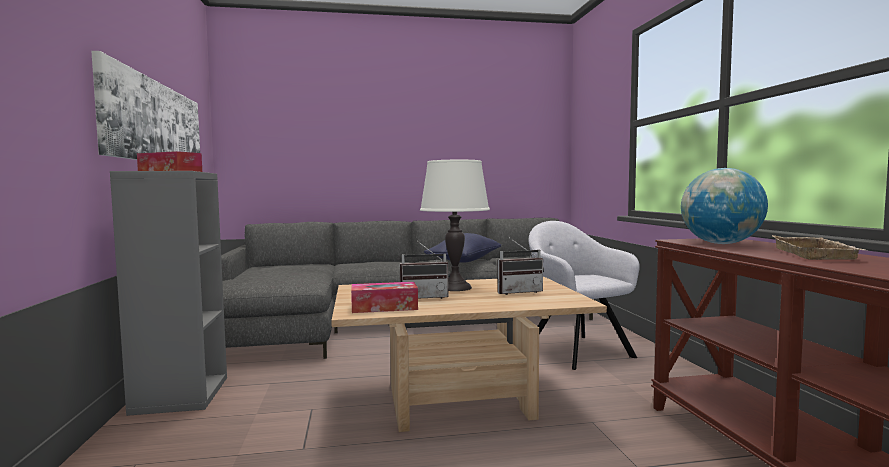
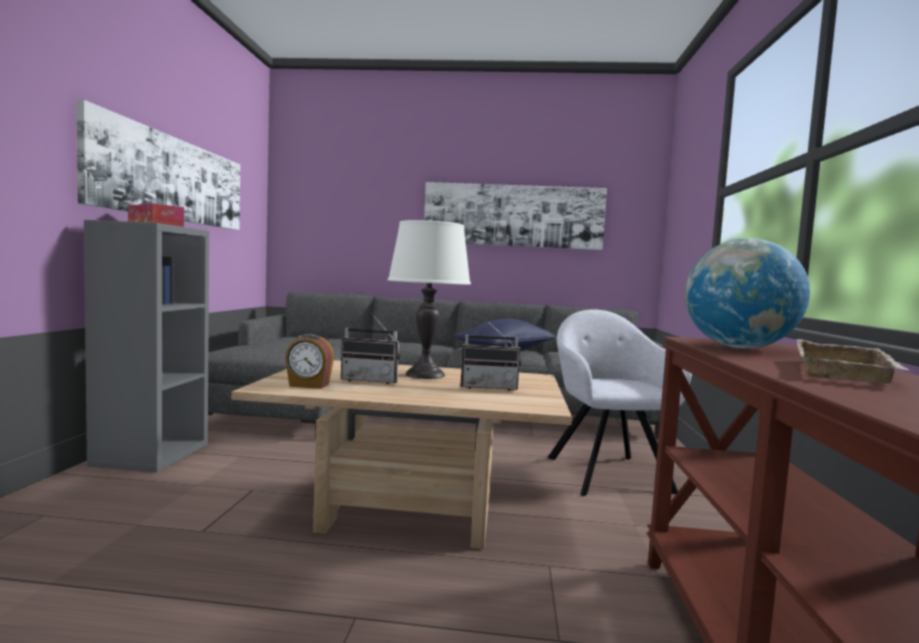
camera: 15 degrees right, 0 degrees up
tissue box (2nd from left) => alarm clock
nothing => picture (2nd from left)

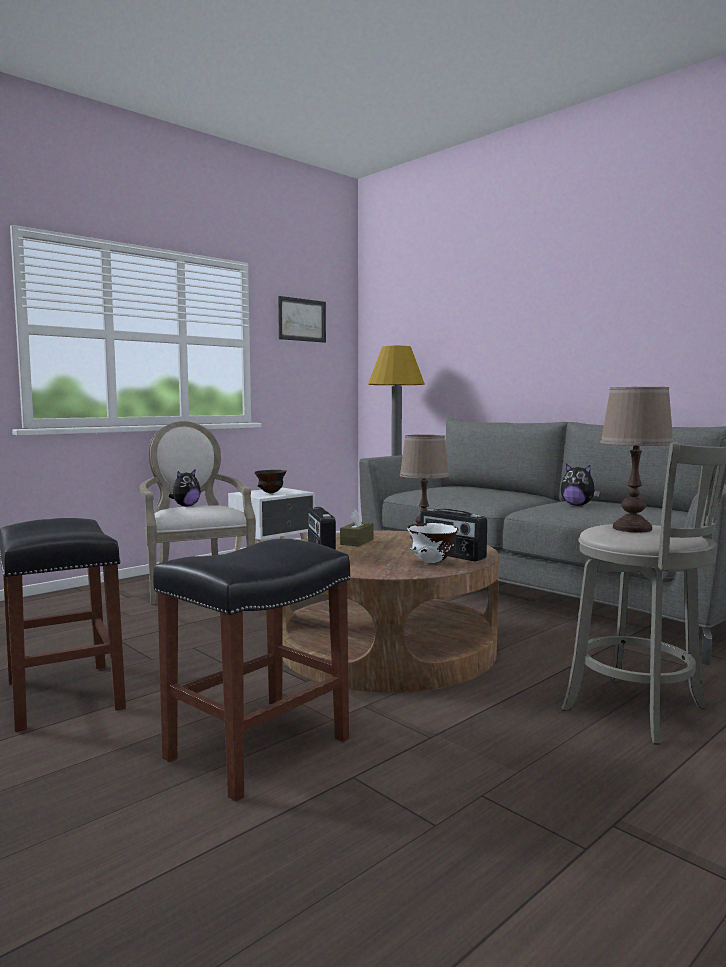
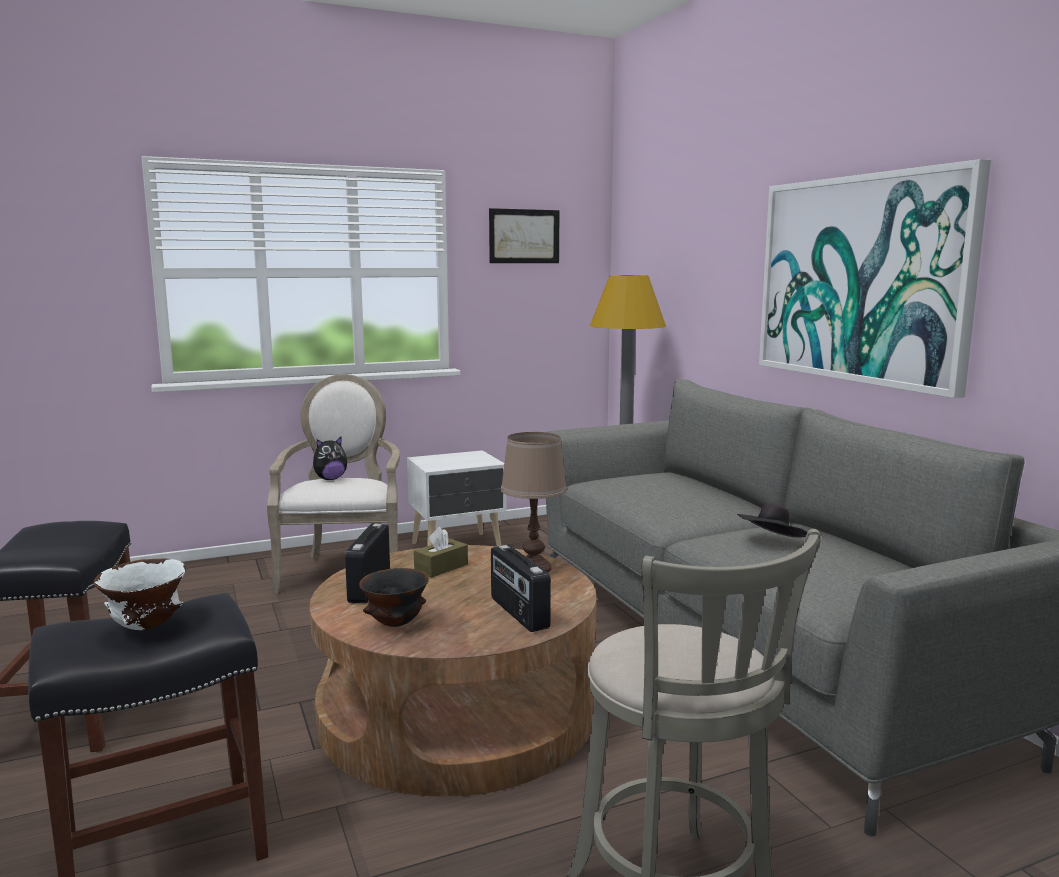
camera: 20 degrees right, 5 degrees up
black bowl, move
white bowl, move
plush toy (2nd from left) => black hat
brown table lamp (2nd from left) => nothing
nothing => picture (2nd from left)

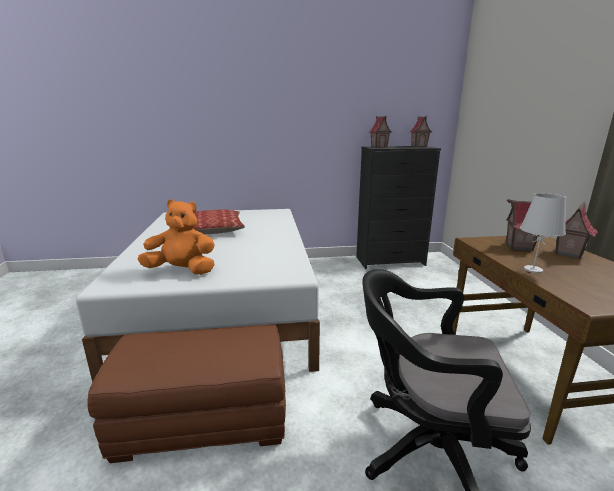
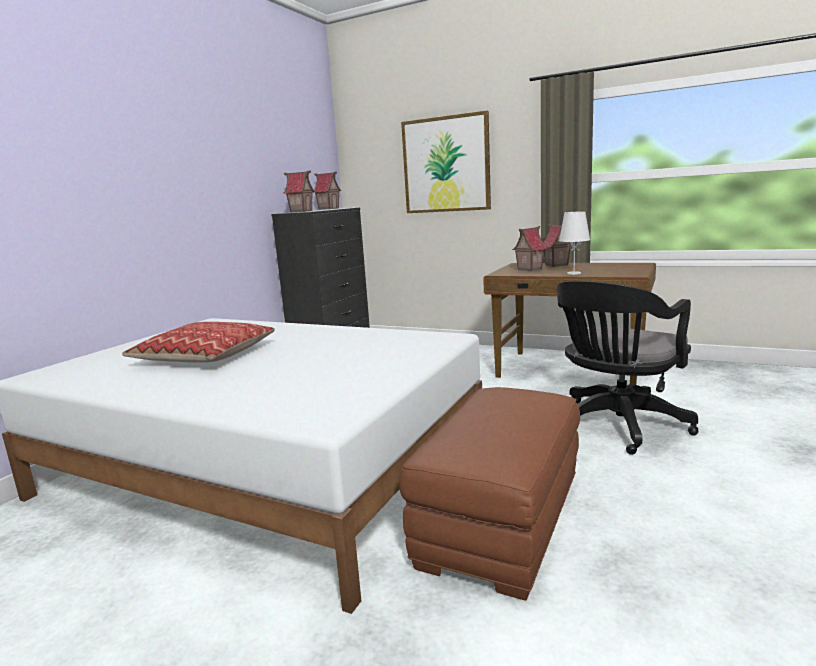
camera: 55 degrees left, 5 degrees down
orange plush toy => nothing
nothing => picture

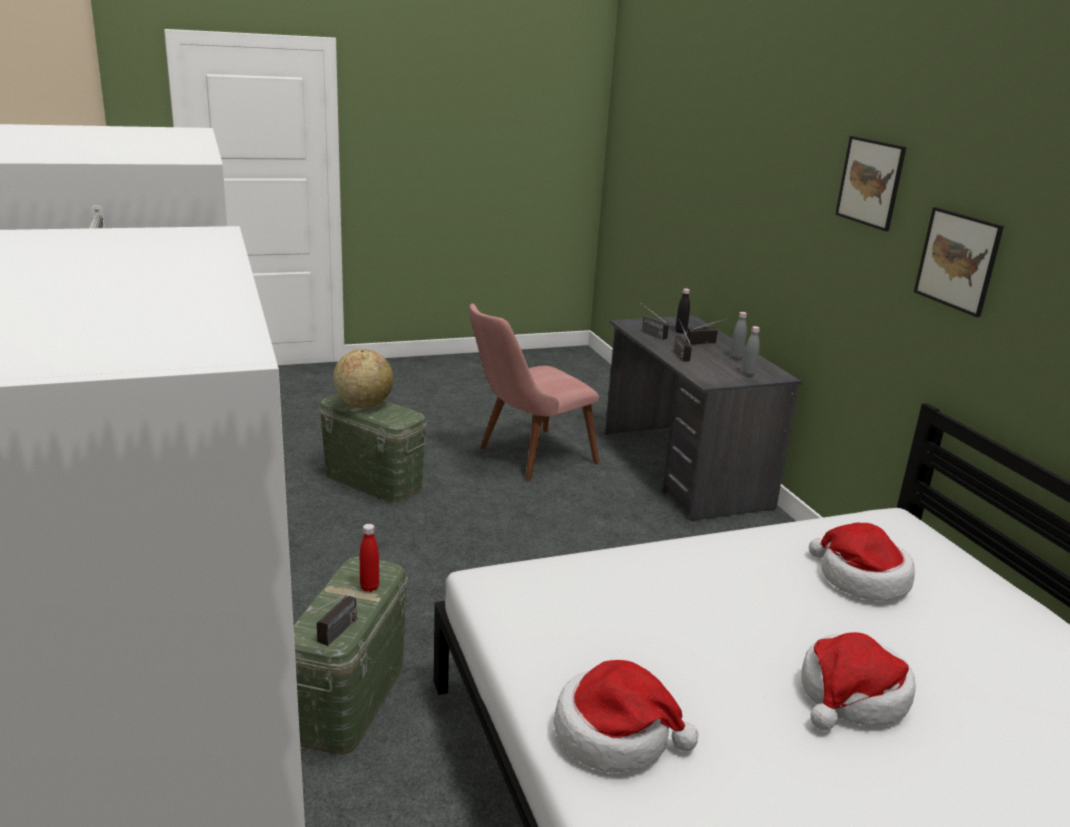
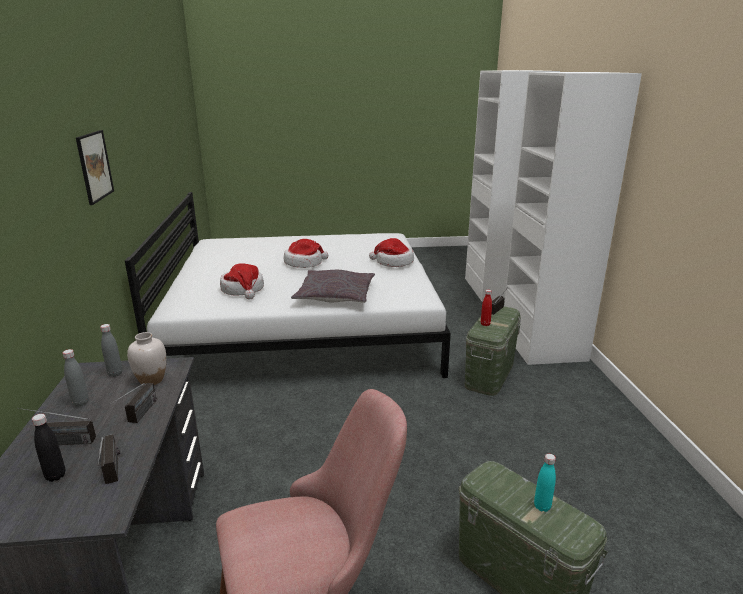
camera: 165 degrees left, 0 degrees up
globe => turquoise bottle
picture (1st from left) => nothing
nothing => white vase
nothing => grey pillow

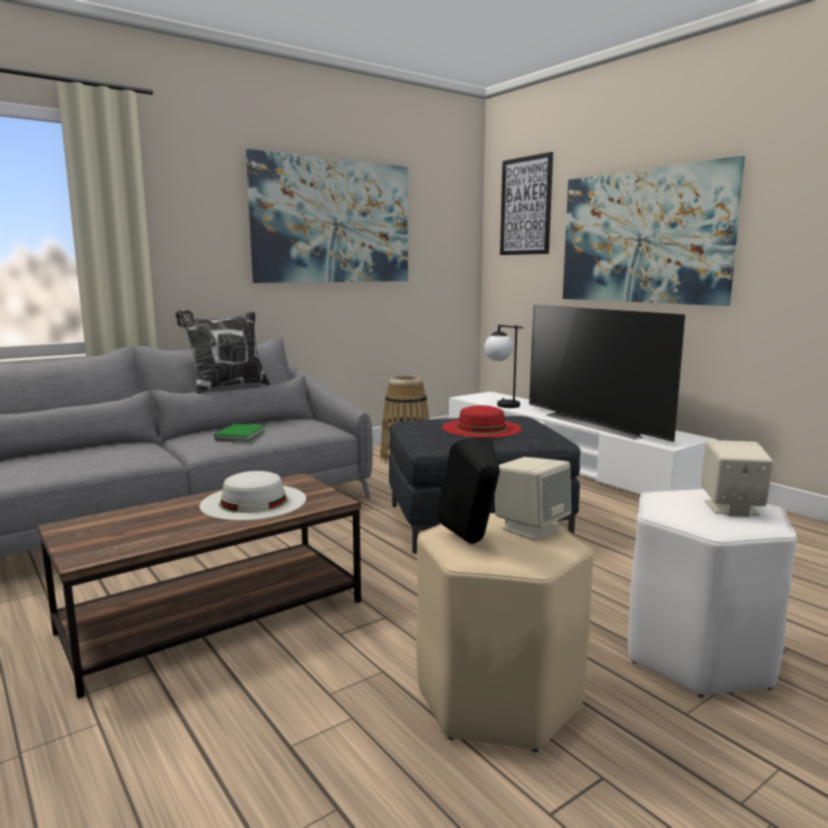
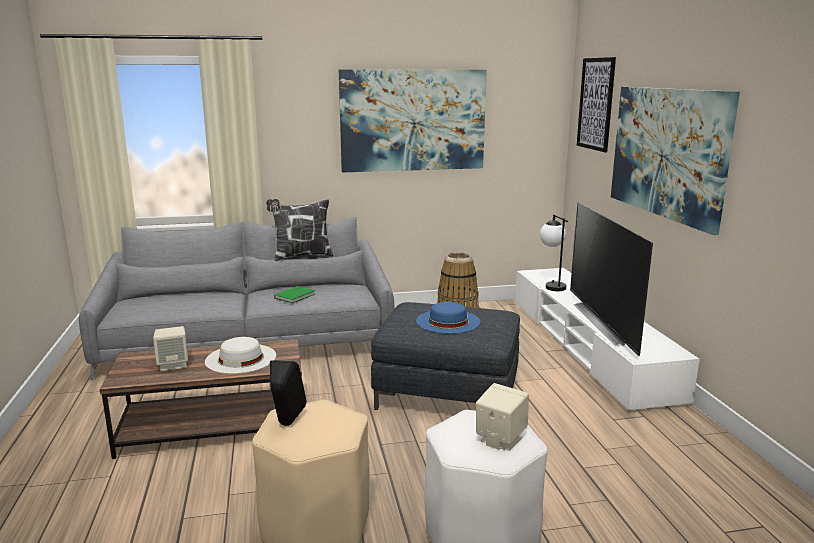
camera: 25 degrees right, 5 degrees up
red hat => blue hat
beige speaker (1st from left), move

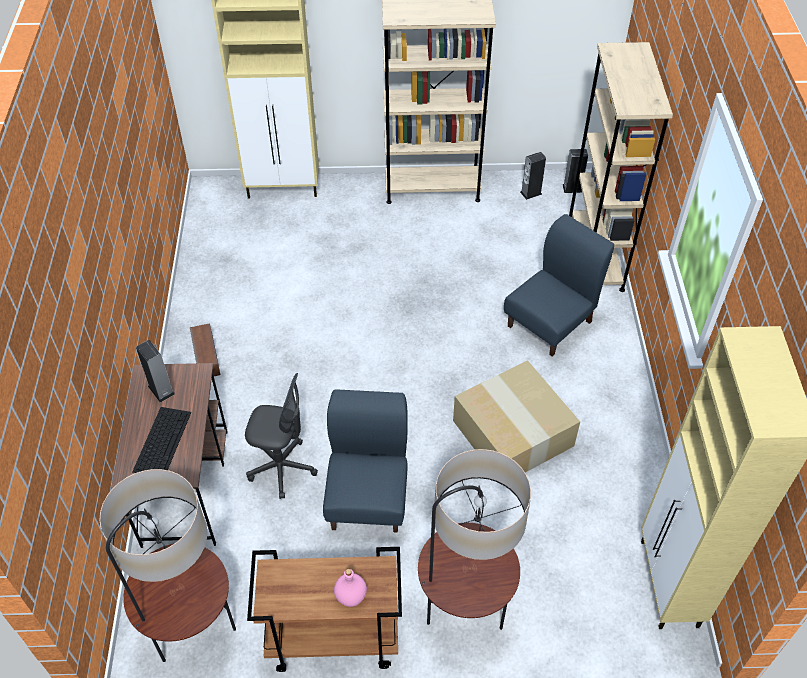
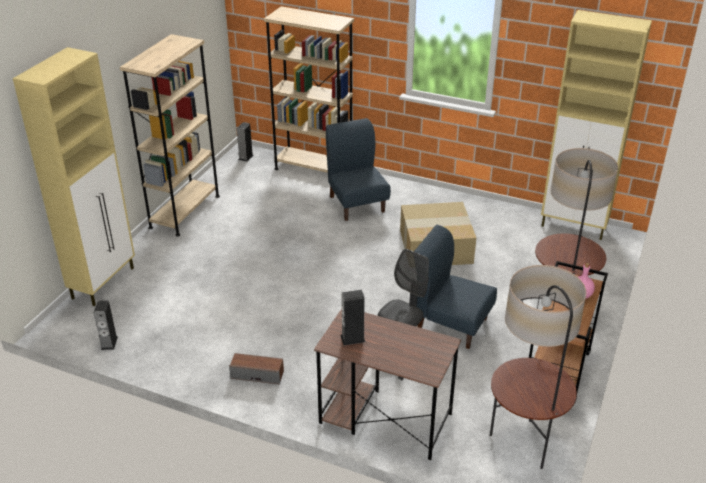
camera: 65 degrees left, 15 degrees down
keyboard => nothing
speaker (3rd from left in the first image) => speaker (1st from left), move

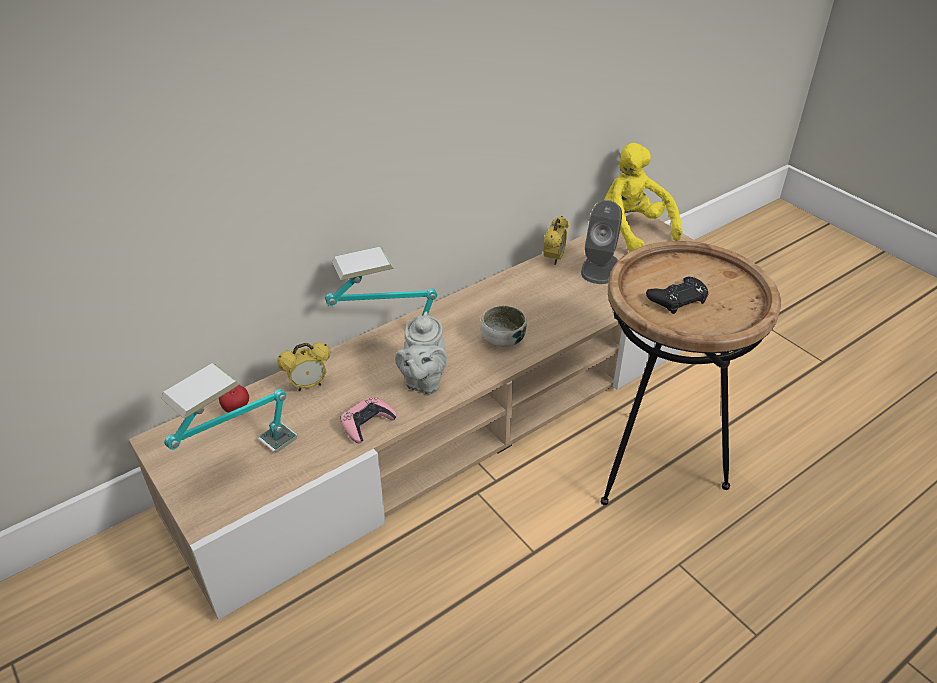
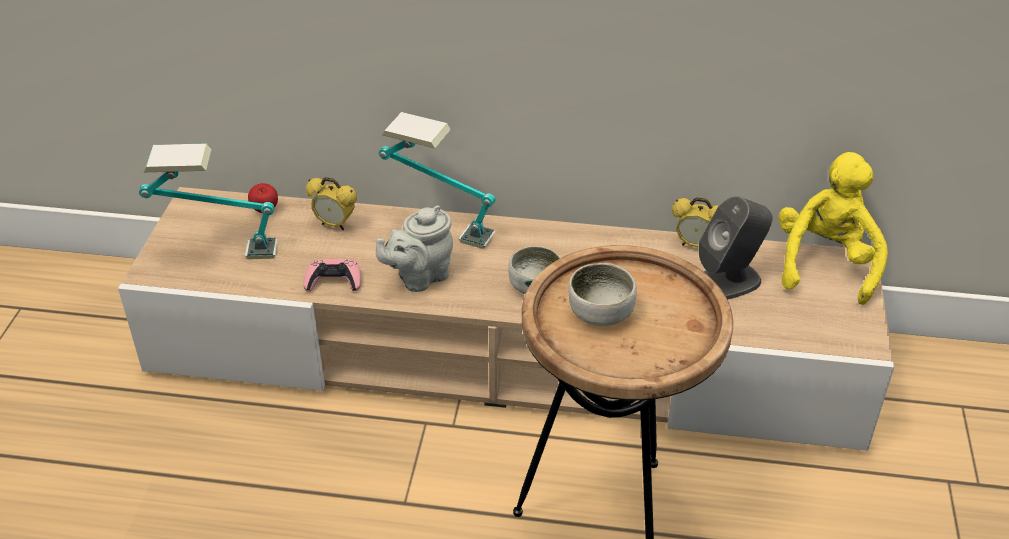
camera: 45 degrees right, 0 degrees up
alarm clock (2nd from left), 45 degrees clockwise
black game controller => bowl (2nd from left)

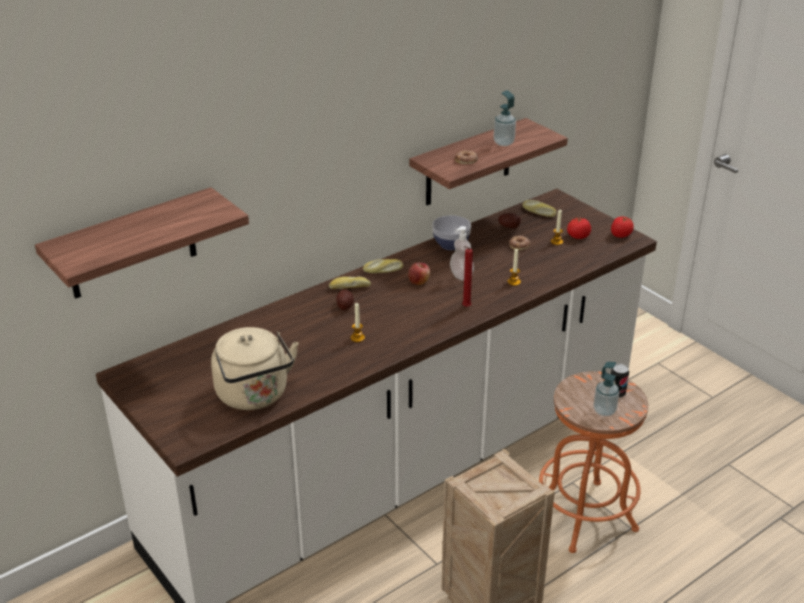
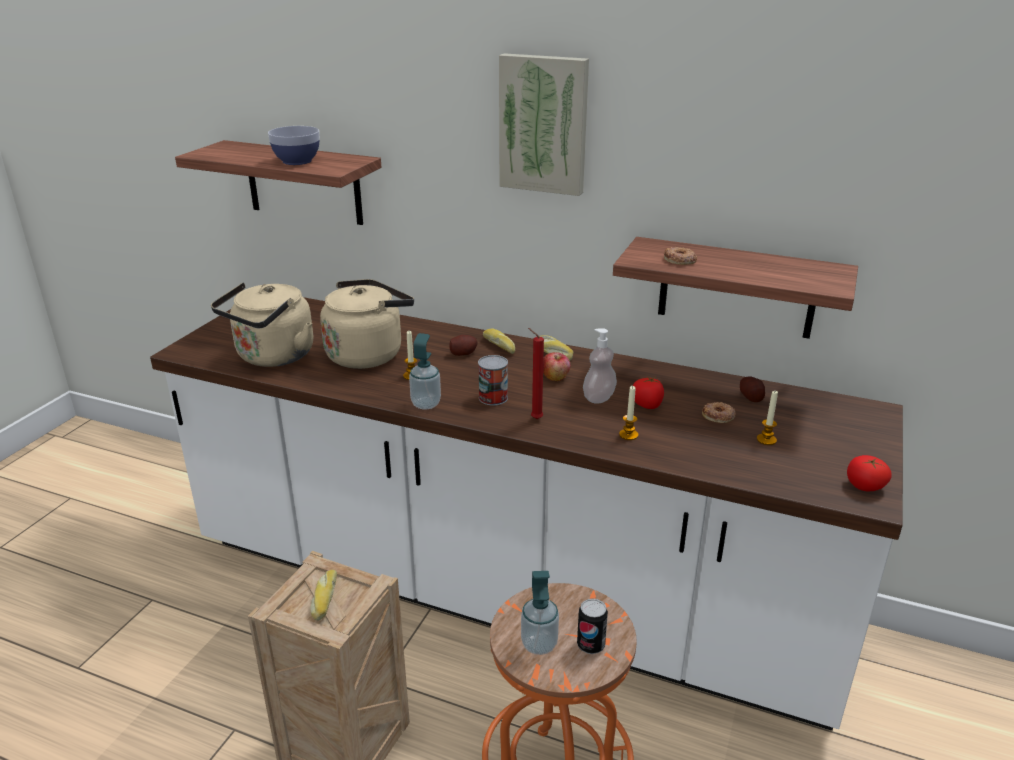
camera: 60 degrees right, 5 degrees down
bowl, move
soap dispenser (2nd from left in the first image) => soap dispenser (1st from left), move
bread (3rd from left in the first image) => bread (1st from left), move
tomato (1st from left), move
nothing => beige kettle (2nd from left)
nothing => can (1st from left)
nothing => picture

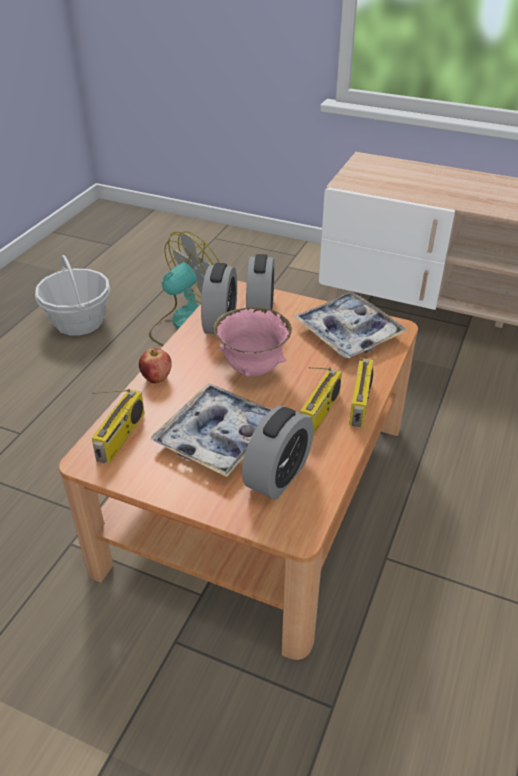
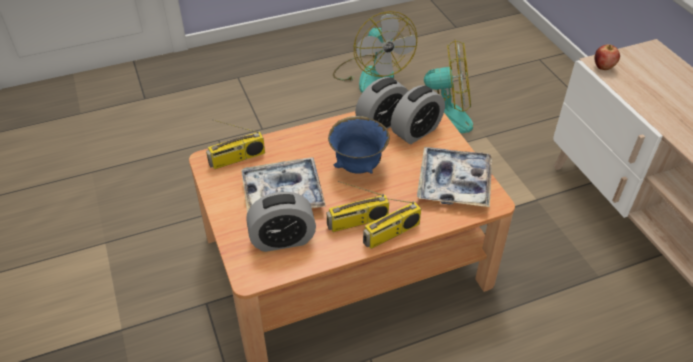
camera: 45 degrees right, 5 degrees up
basket => fan (1st from left)
apple, move
pink bowl => blue bowl

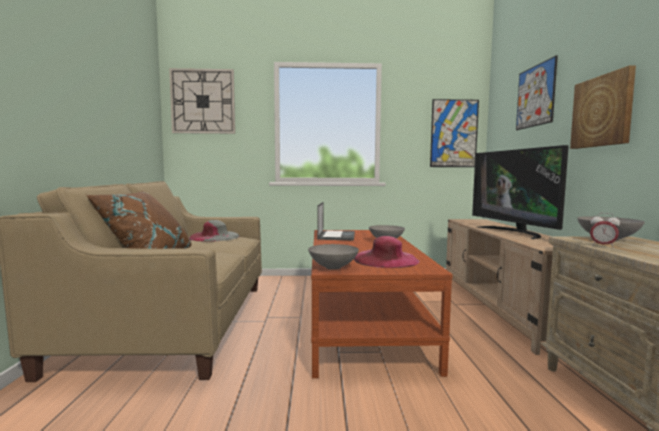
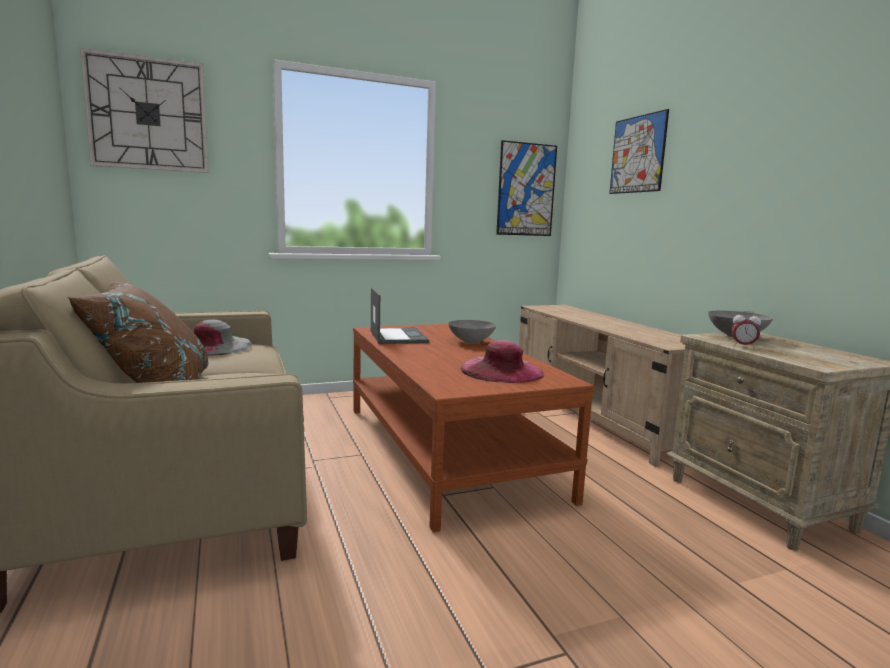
camera: 20 degrees left, 5 degrees up
grey bowl (1st from left) => nothing
television => nothing
picture (3rd from left) => nothing

